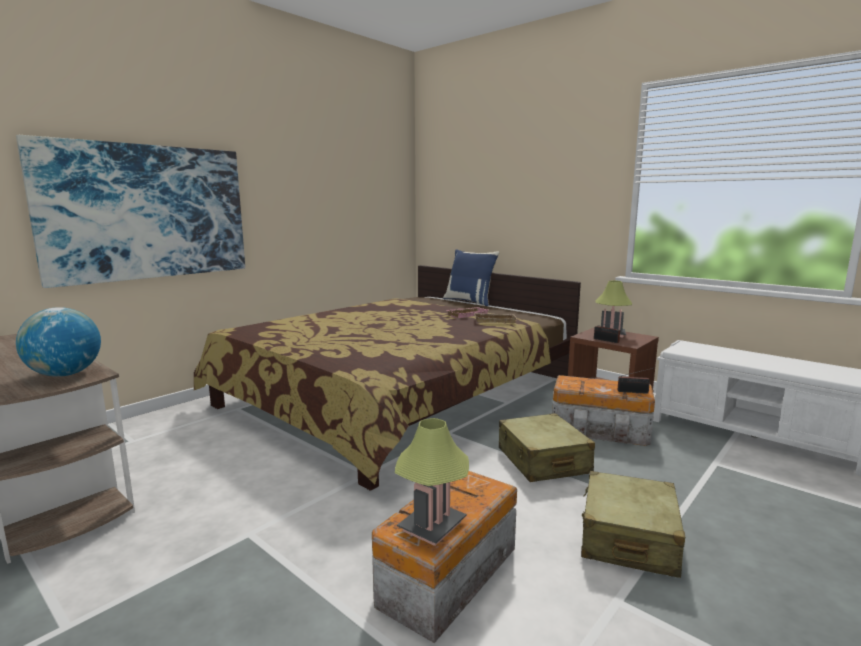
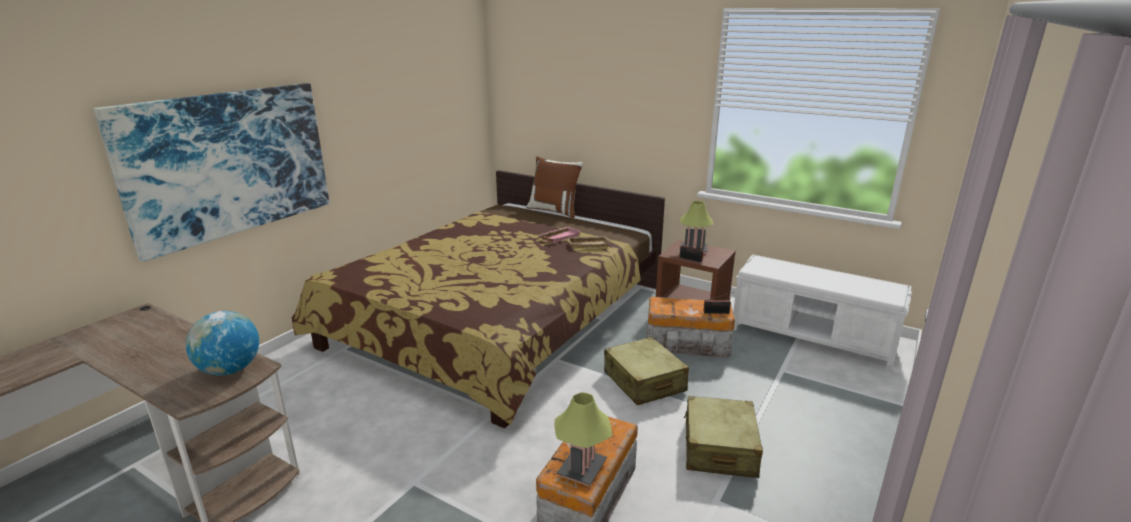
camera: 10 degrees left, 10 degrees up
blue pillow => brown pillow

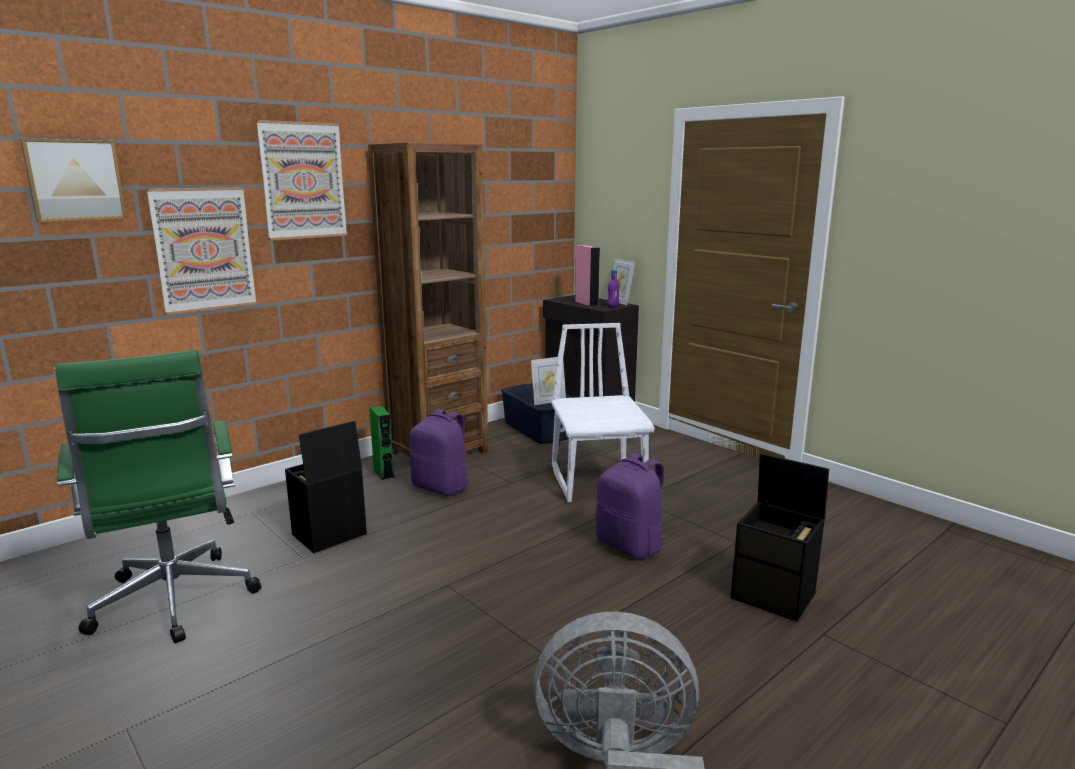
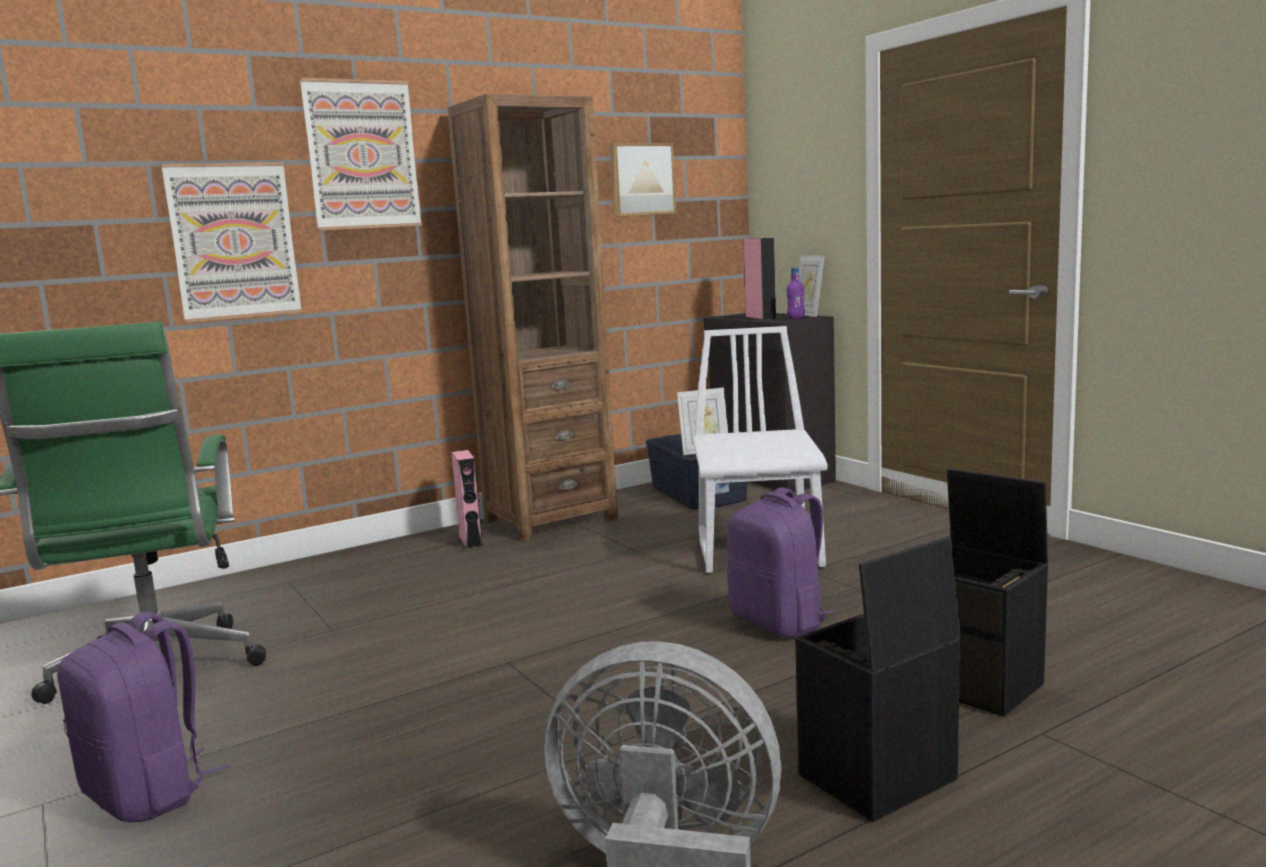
camera: 10 degrees right, 5 degrees down
picture (1st from left in the first image) => picture (3rd from left), move
black storage box (1st from left), move
green speaker => pink speaker (1st from left)
purple backpack (1st from left), move

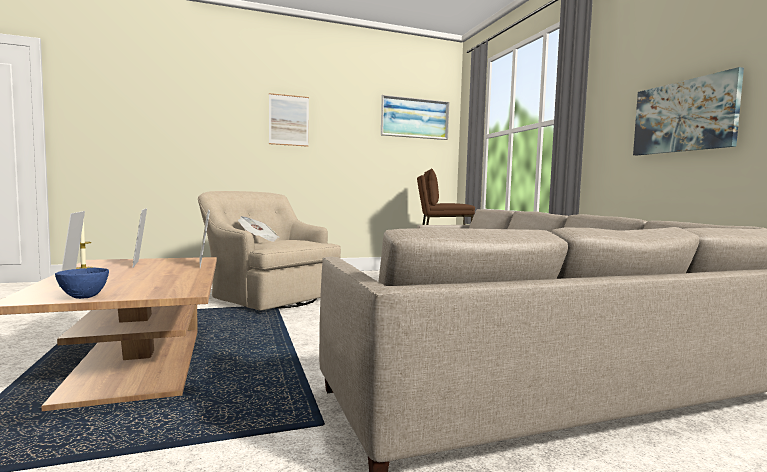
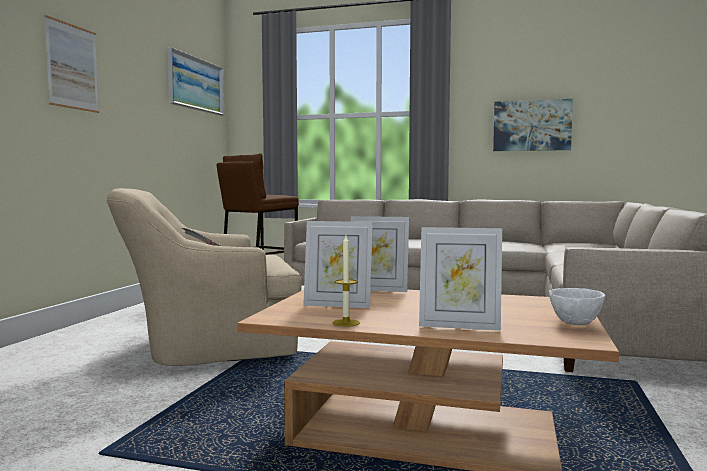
camera: 55 degrees left, 0 degrees up
blue bowl => white bowl

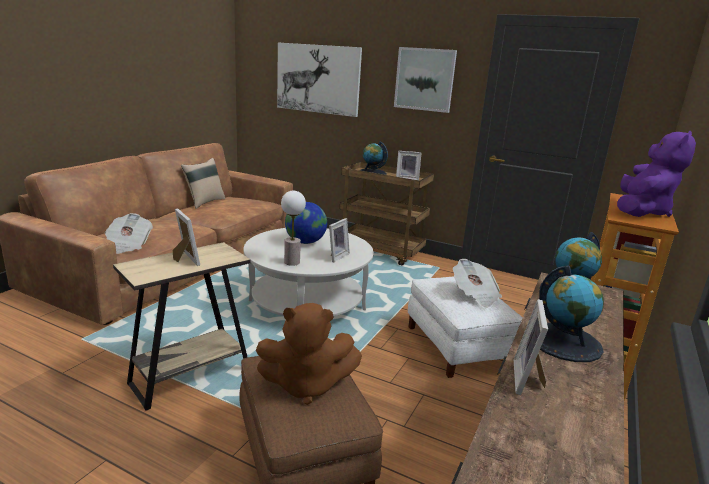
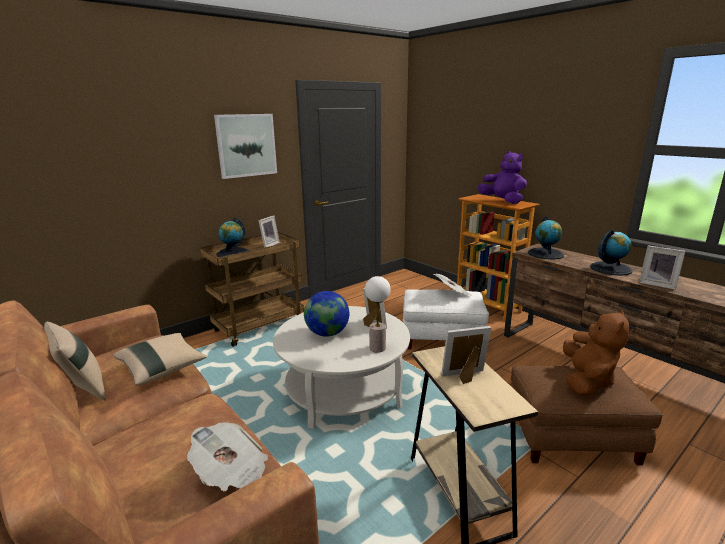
camera: 65 degrees left, 0 degrees up
picture (1st from left) => nothing
nothing => beige pillow (2nd from left)

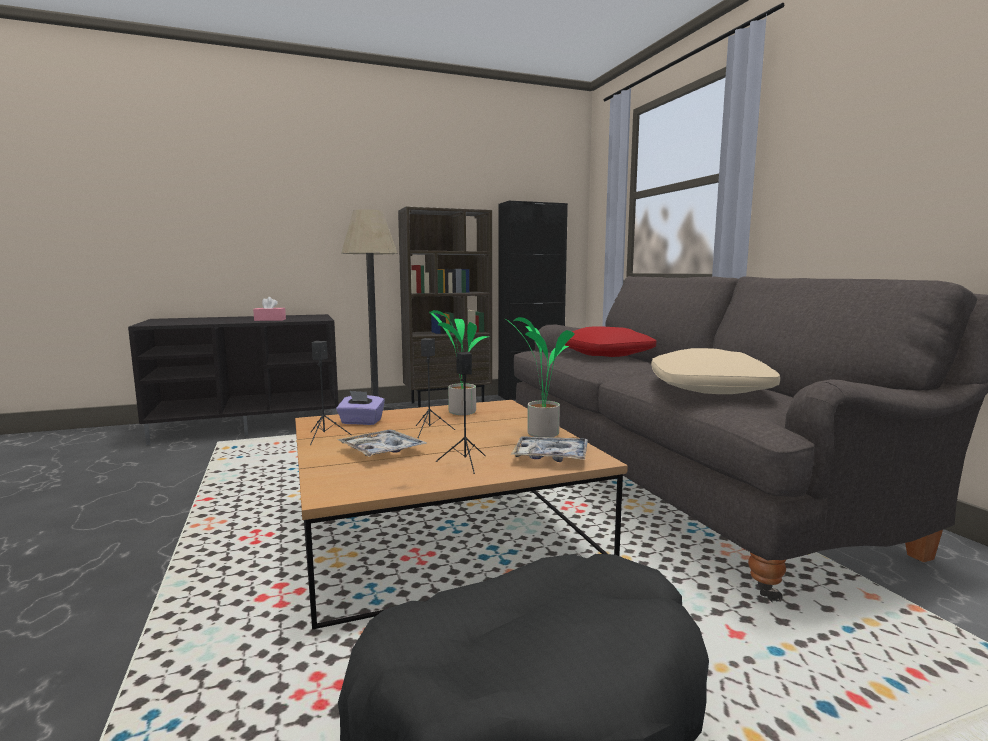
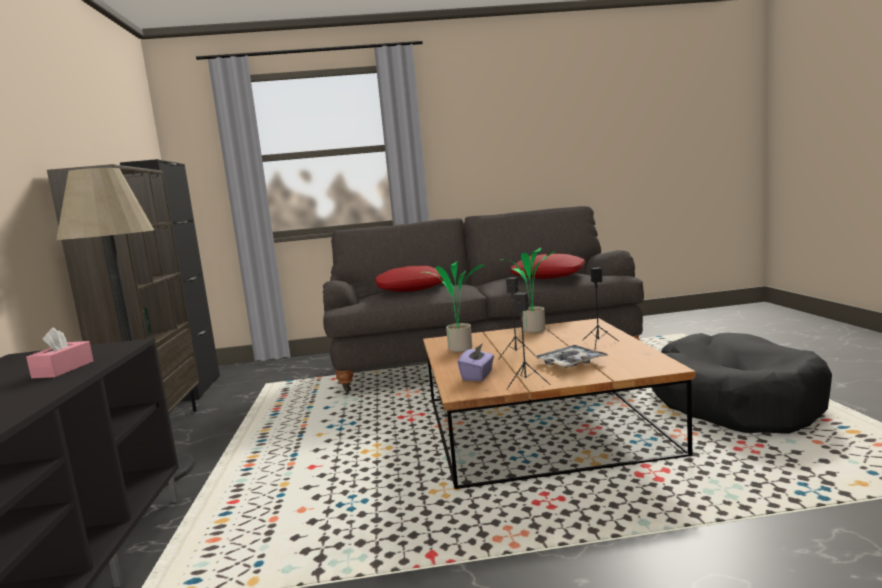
camera: 75 degrees left, 0 degrees up
tray (2nd from left) => nothing
beige pillow => red pillow (2nd from left)

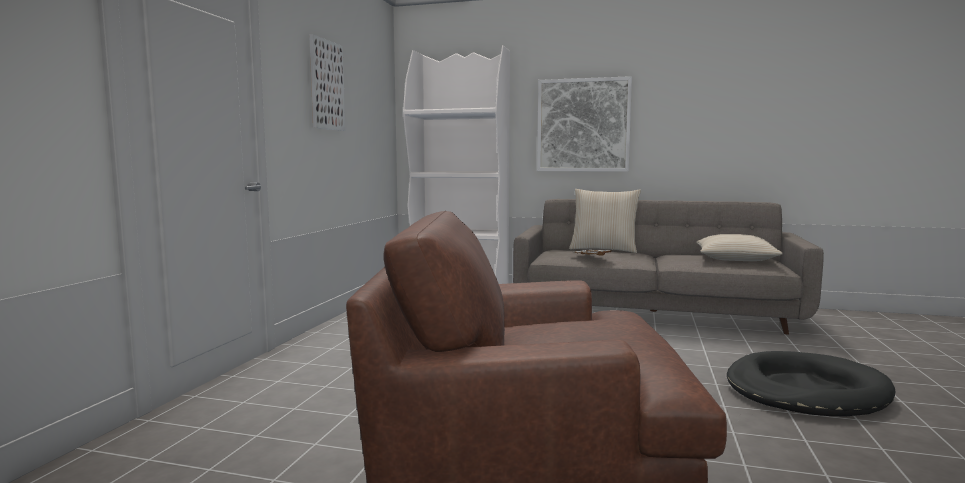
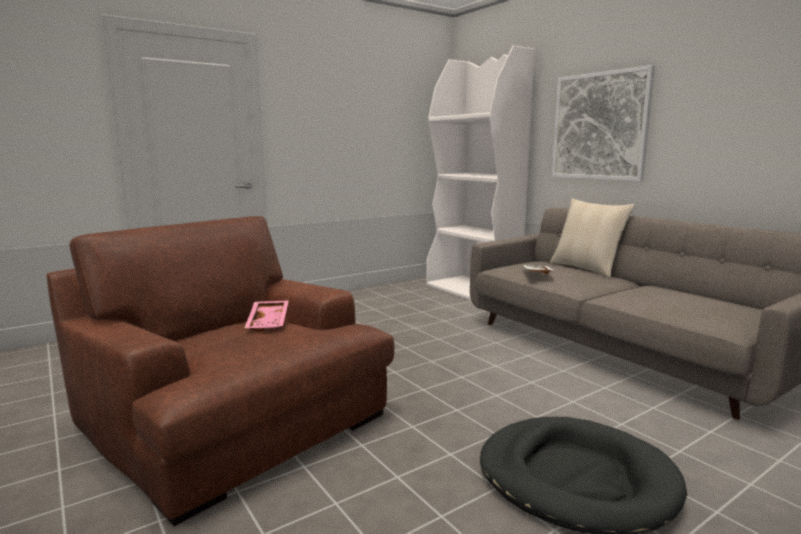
camera: 40 degrees right, 5 degrees up
picture (1st from left) => nothing
beige pillow (2nd from left) => nothing
nothing => pink tray

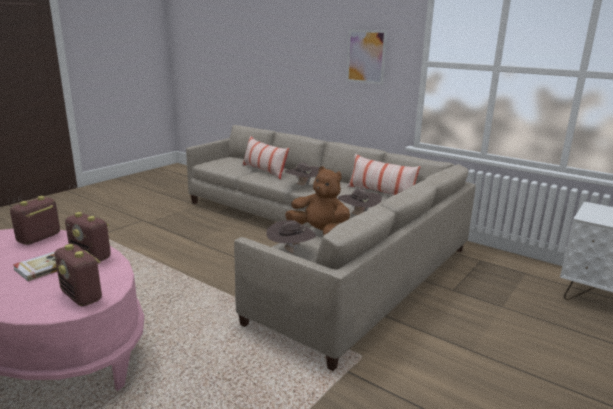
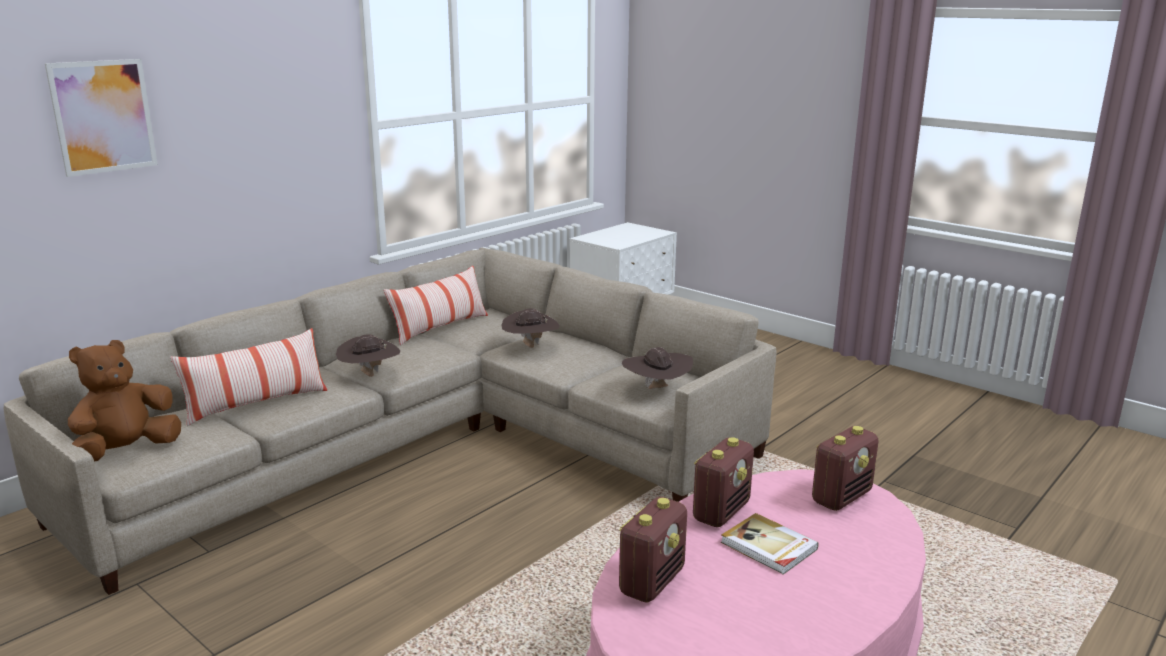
camera: 85 degrees left, 0 degrees up
radio (1st from left), 90 degrees counterclockwise
brown plush toy, move
picture, move

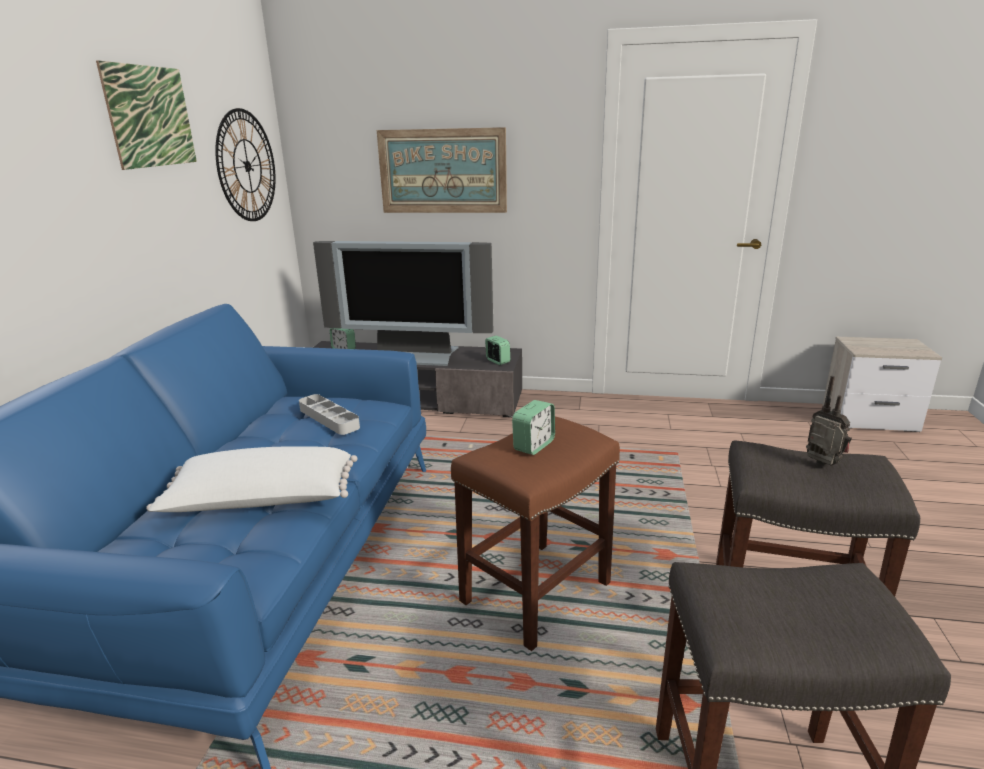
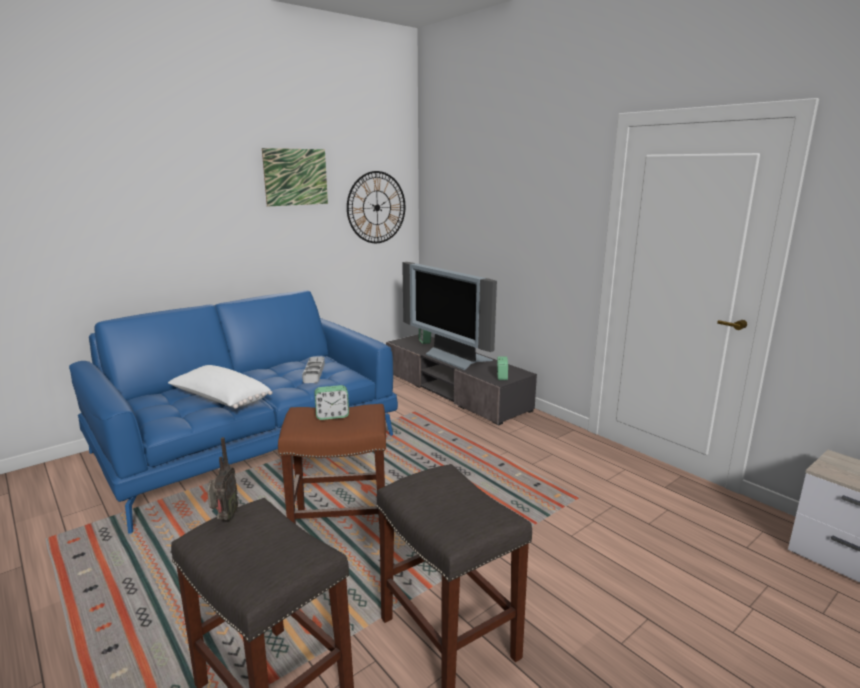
camera: 40 degrees right, 5 degrees down
picture (2nd from left) => nothing
radio, move

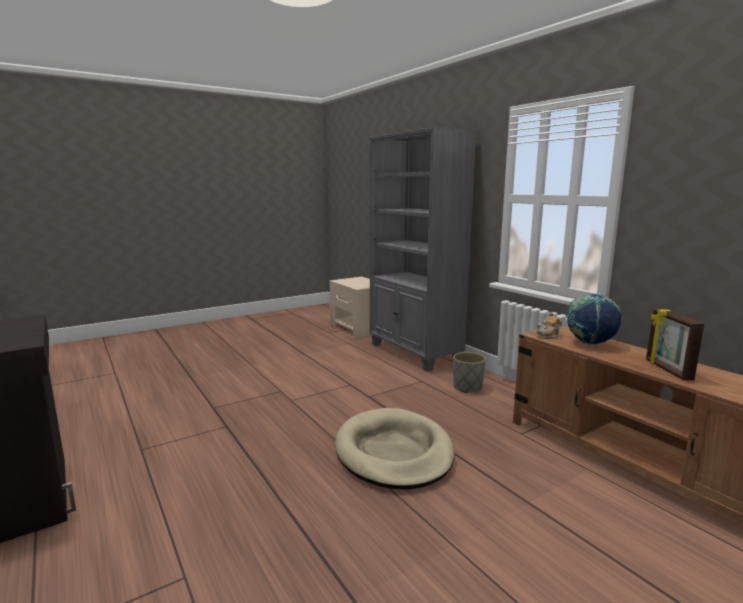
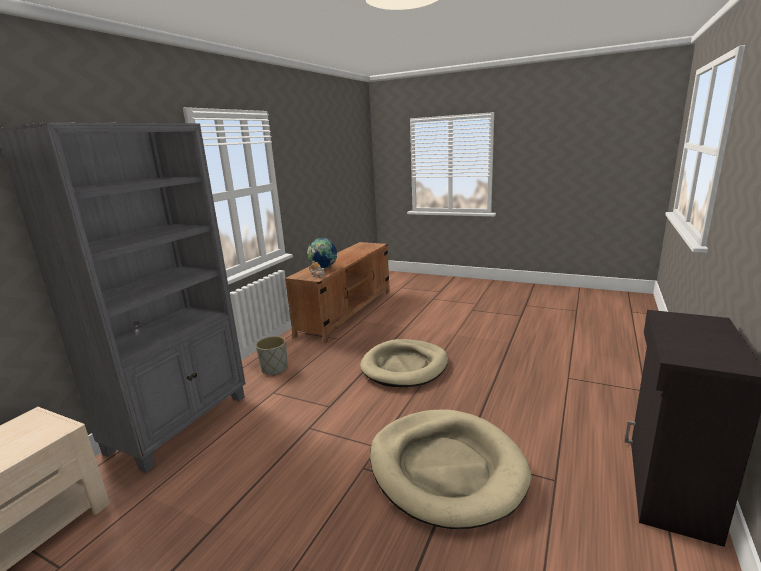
camera: 120 degrees left, 5 degrees up
picture frame => nothing
nothing => beige dog bed (2nd from left)

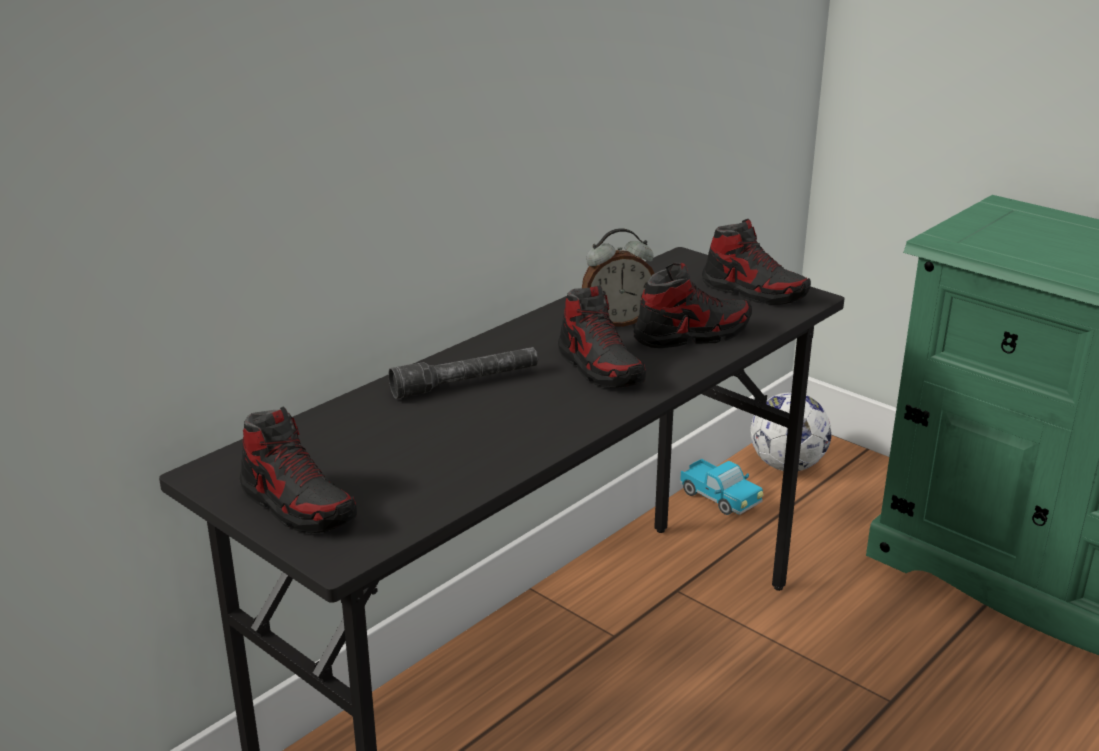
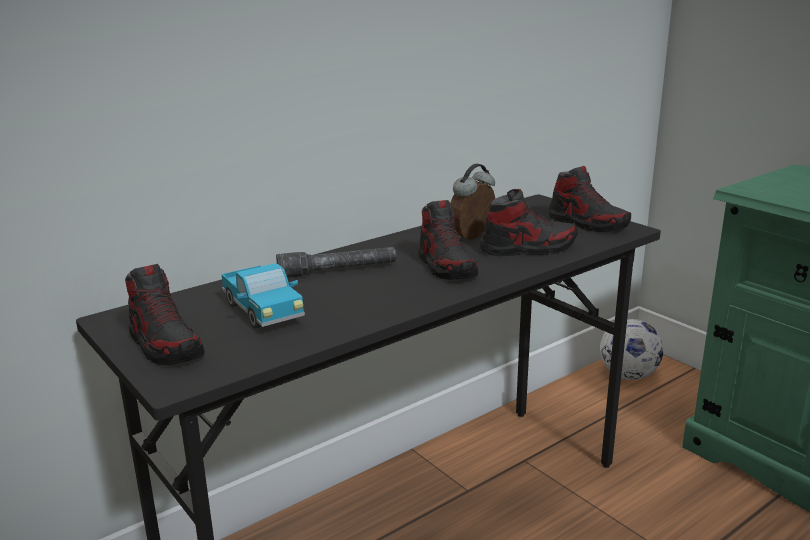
camera: 10 degrees right, 5 degrees down
alarm clock, 135 degrees clockwise
toy truck, move

